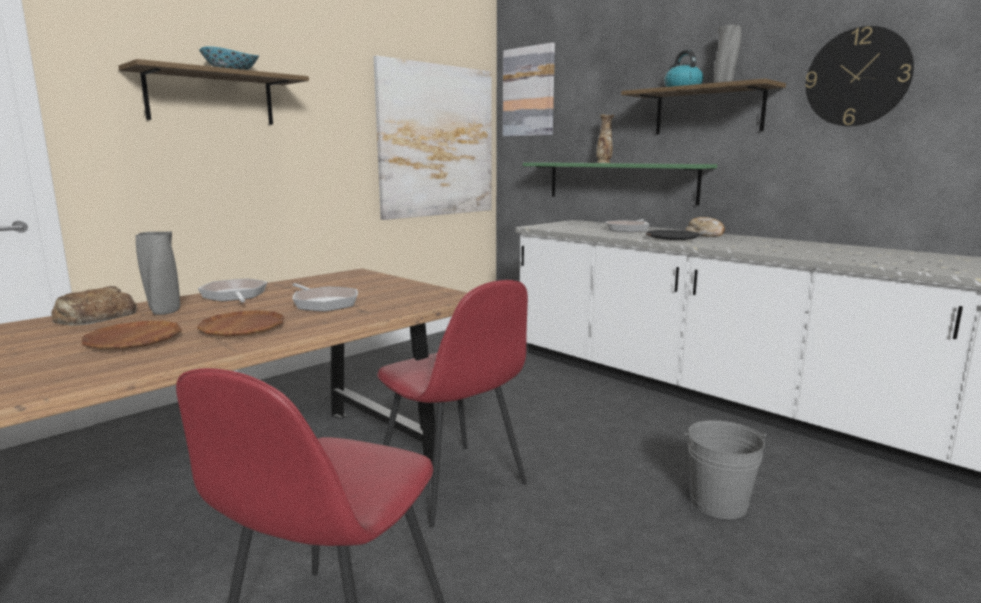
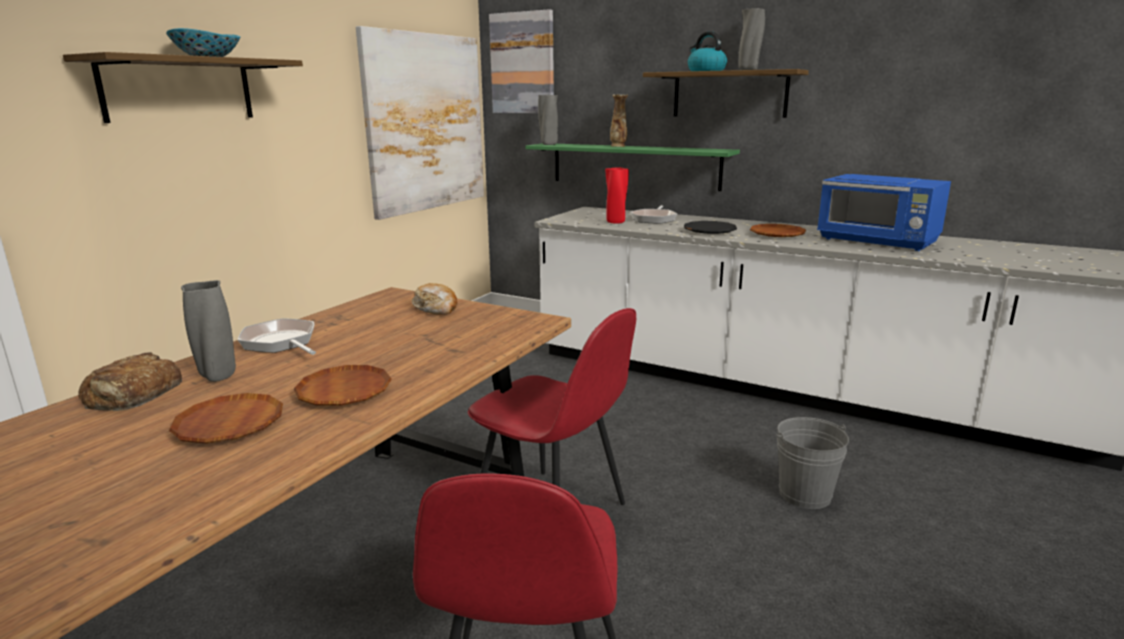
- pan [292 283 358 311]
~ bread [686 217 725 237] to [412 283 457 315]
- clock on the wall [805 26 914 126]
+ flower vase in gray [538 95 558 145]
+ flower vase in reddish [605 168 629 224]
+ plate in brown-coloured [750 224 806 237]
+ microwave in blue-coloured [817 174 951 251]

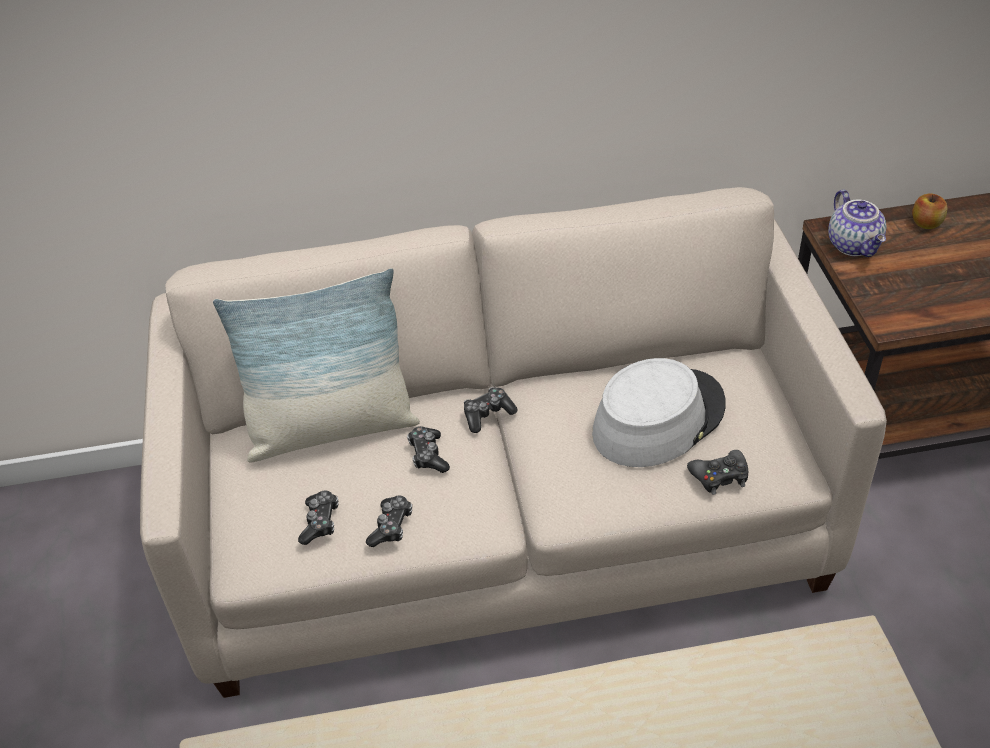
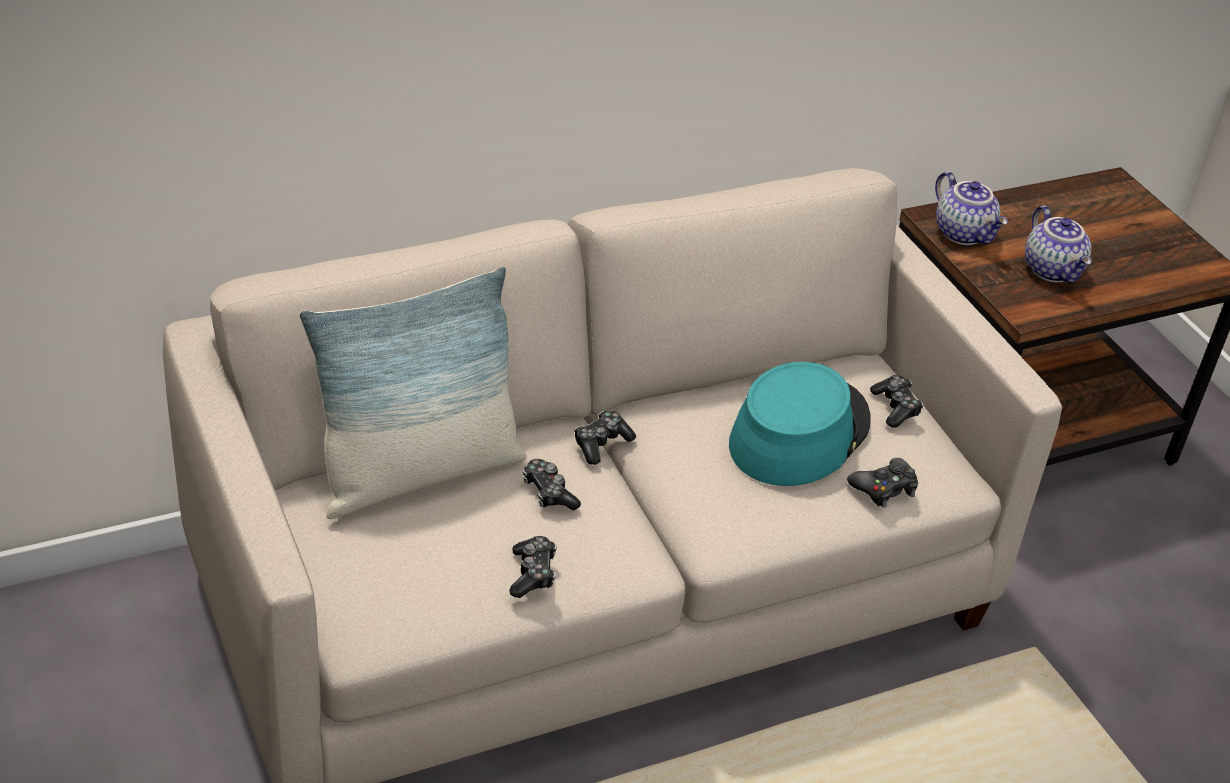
~ gamepad [298 490 339 545] to [870 375 923 428]
~ clothing hat in gray [592 358 726 467] to clothing hat in turquoise-coloured [729 362 870 486]
- whole apple [912 193 948 229]
+ teapot [1025 205 1092 284]

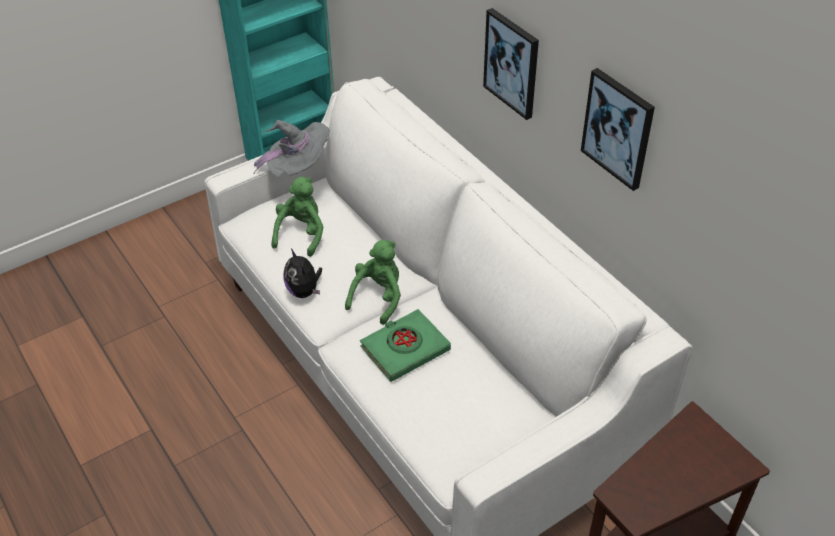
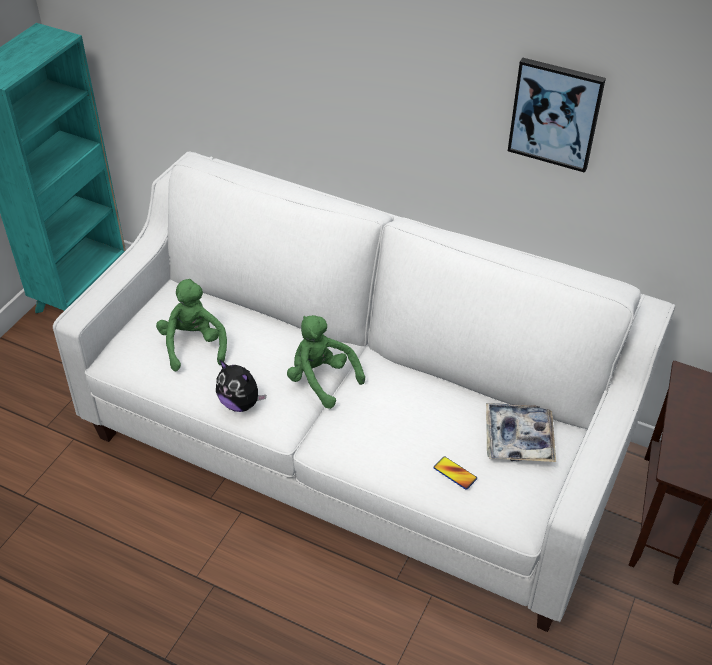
- clothing hat in gray [253 120 330 177]
~ plush toy in greenish [345 240 401 325] = [287 315 365 409] 45 degrees counterclockwise
- bound book in greenish [360 309 451 382]
- wall art [483 8 539 120]
+ telephone [434 457 477 490]
+ carrying tray [486 403 556 462]

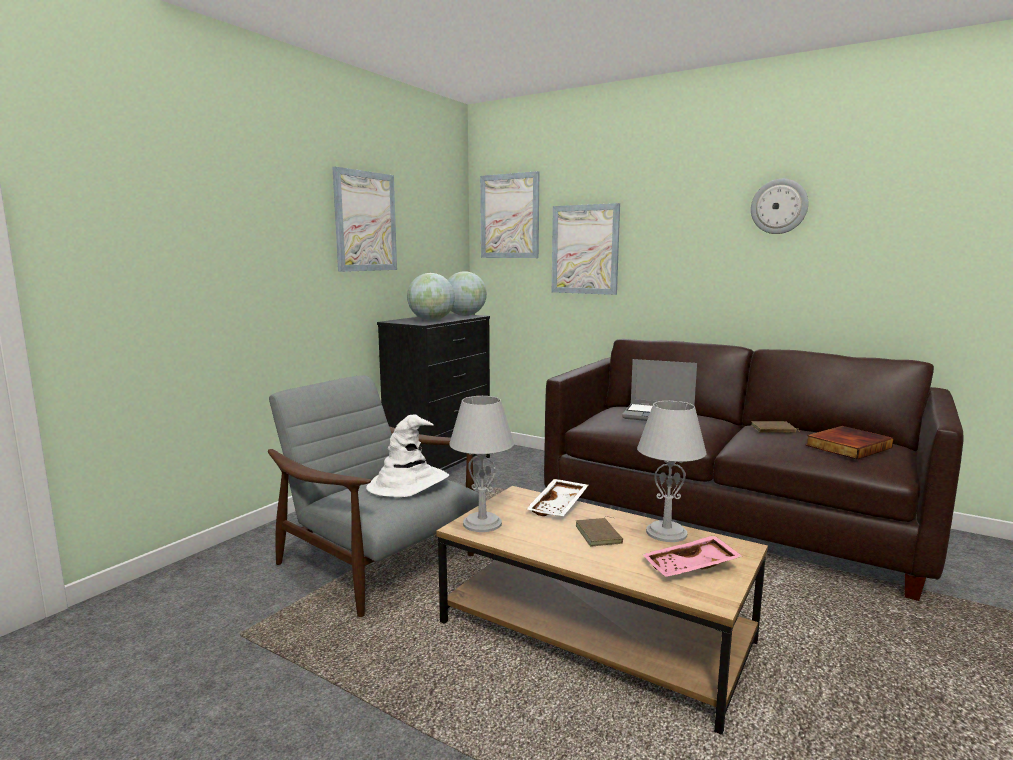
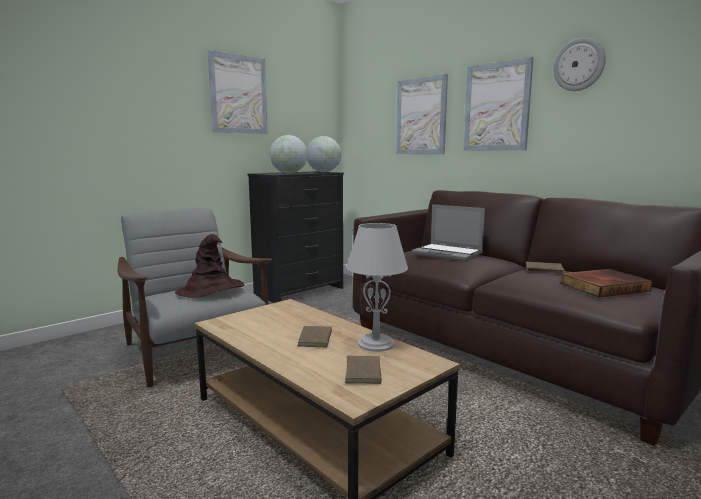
~ clothing hat in white [366 414 449 497] to clothing hat in brown-coloured [175 234 245 298]
- table lamp in gray [449 396 514 532]
~ wall art [480 171 539 258] to [463 57 534 151]
- carrying tray in white [526 479 588 516]
~ carrying tray in pink [642 535 742 577] to bound book in brown-coloured [345 355 390 384]

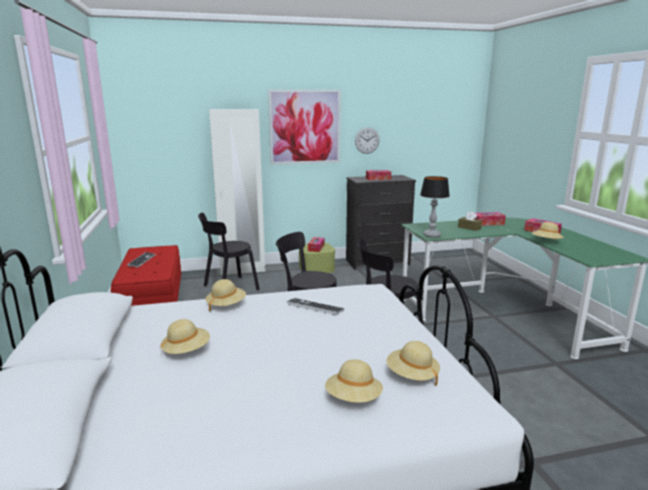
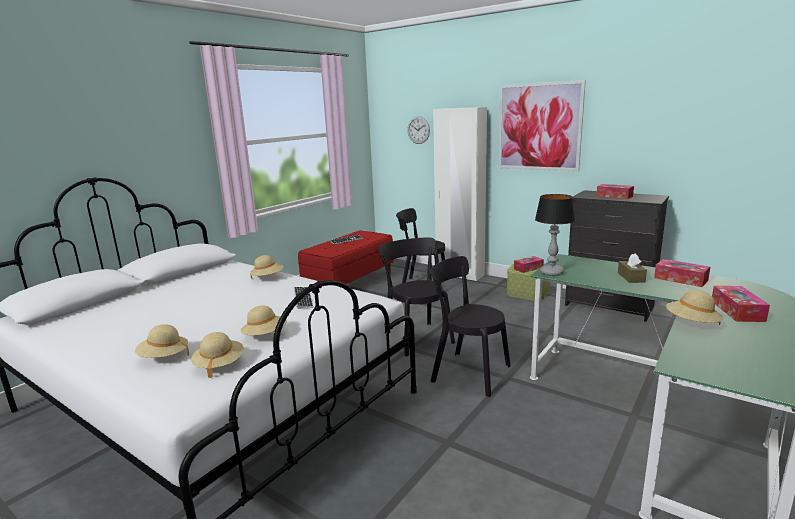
~ clothing hat in beige [160 319 210 354] to [241 306 287 335]
~ clock on the wall [355 127 380 154] to [407 116 430 144]

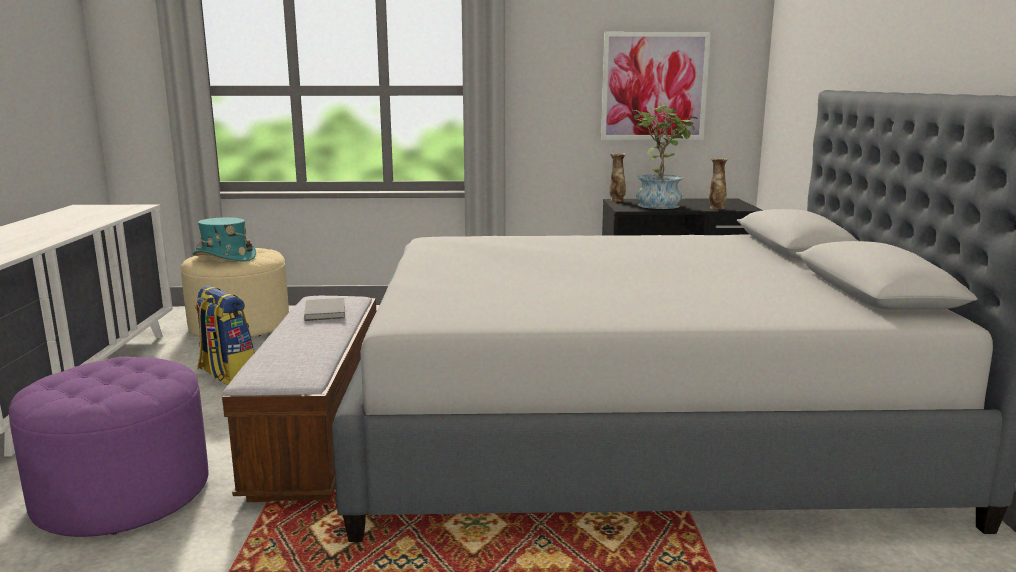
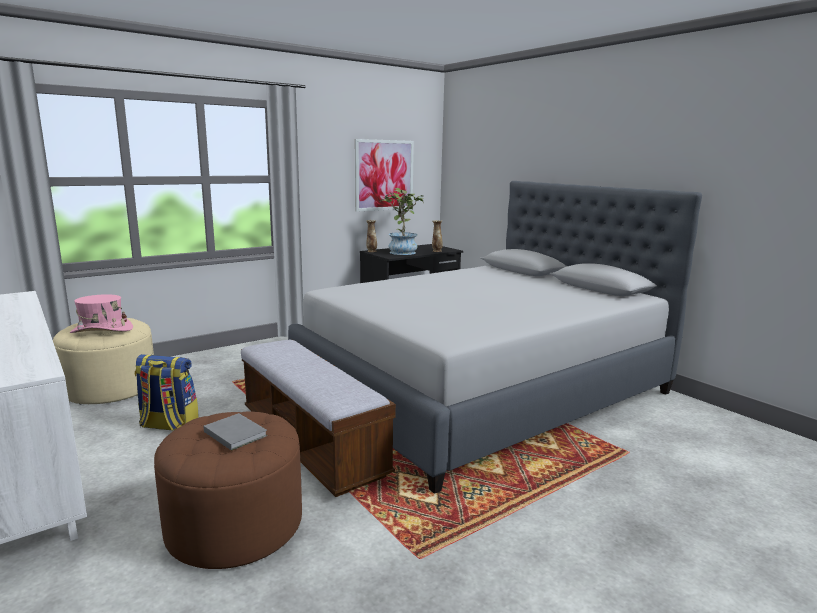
~ footrest in purple-coloured [9 357 209 537] to footrest in brown-coloured [154 412 302 569]
~ clothing hat in turquoise-coloured [193 217 256 262] to clothing hat in pink [70 294 133 333]
~ bound book in gray [304 298 345 321] to [204 413 267 451]

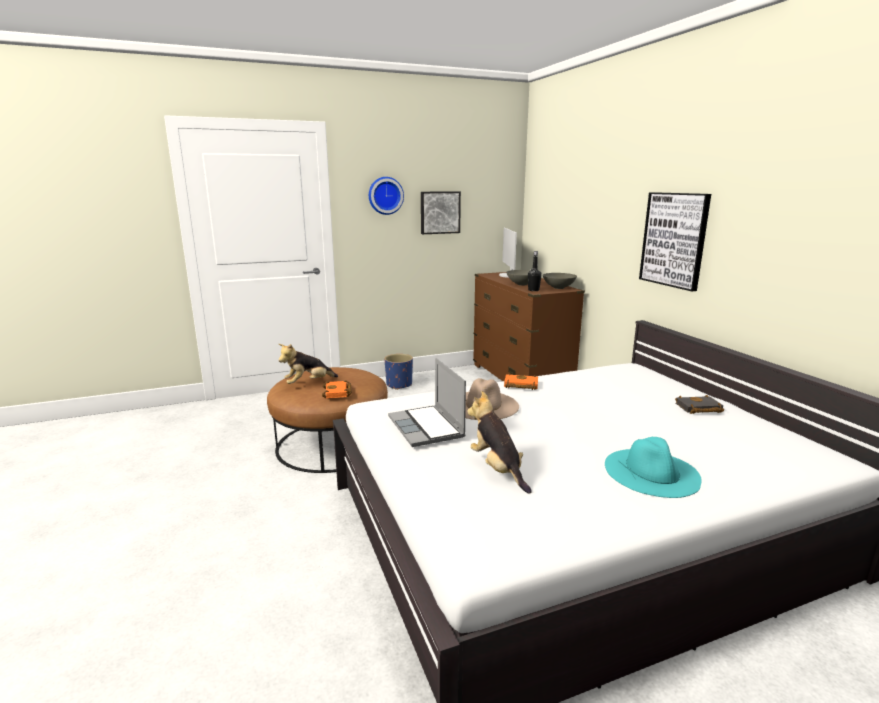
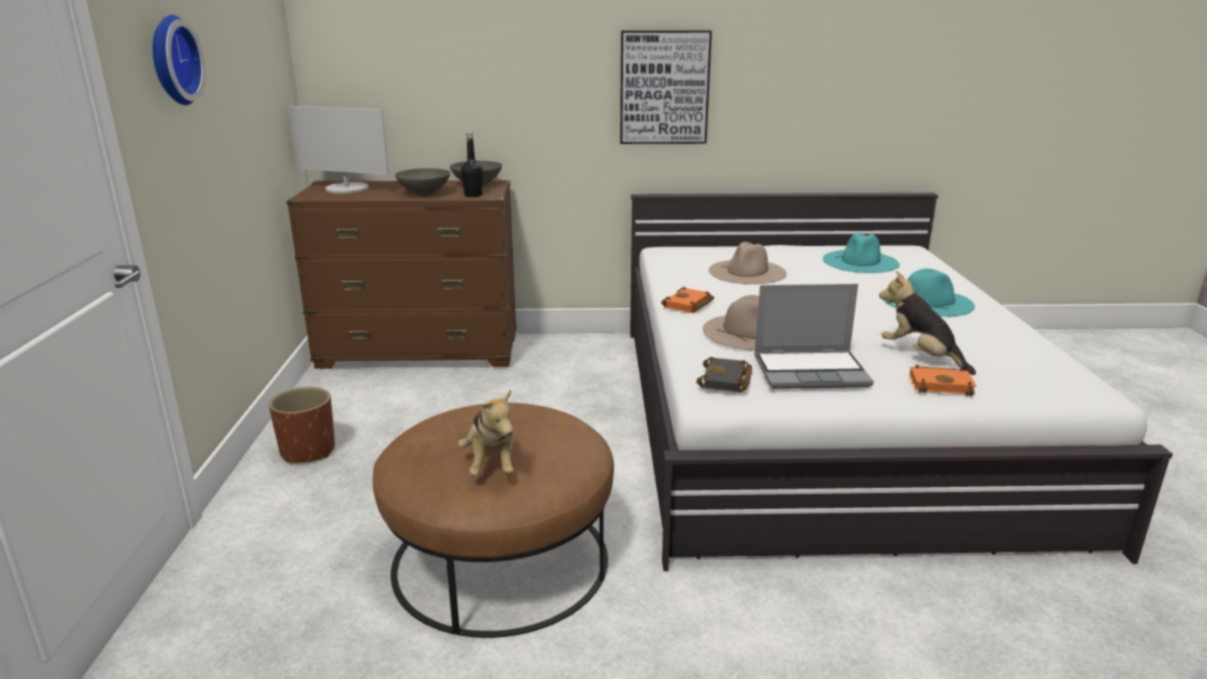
~ bound book in orange-coloured [322 380 352 398] to [910 364 977 396]
~ plant pot in blue-coloured [385 354 413 390] to plant pot in brown-coloured [269 387 335 464]
- wall art [421 191 461 234]
~ plush toy [467 391 532 494] = [879 271 976 375] 60 degrees clockwise
~ bound book in black [675 395 724 414] to [696 357 752 392]
+ clothing hat in beige [709 242 787 284]
+ clothing hat in turquoise-coloured [823 233 900 273]

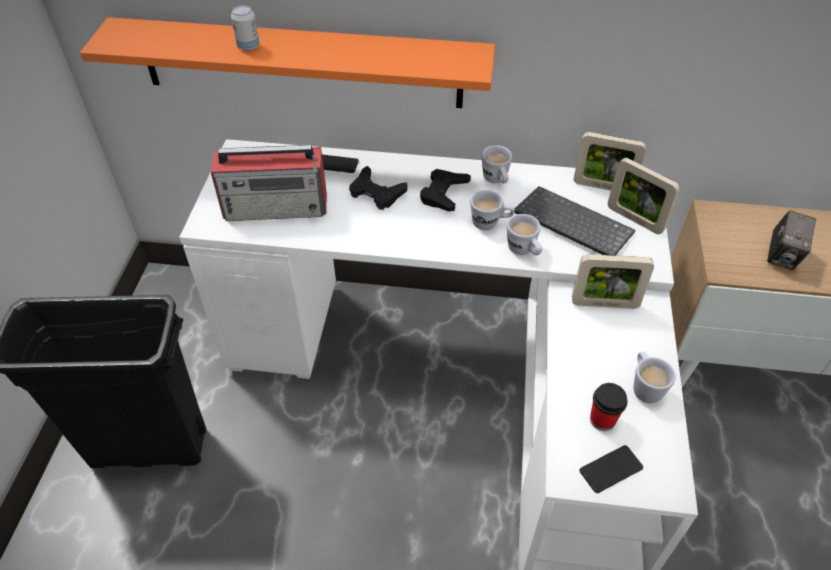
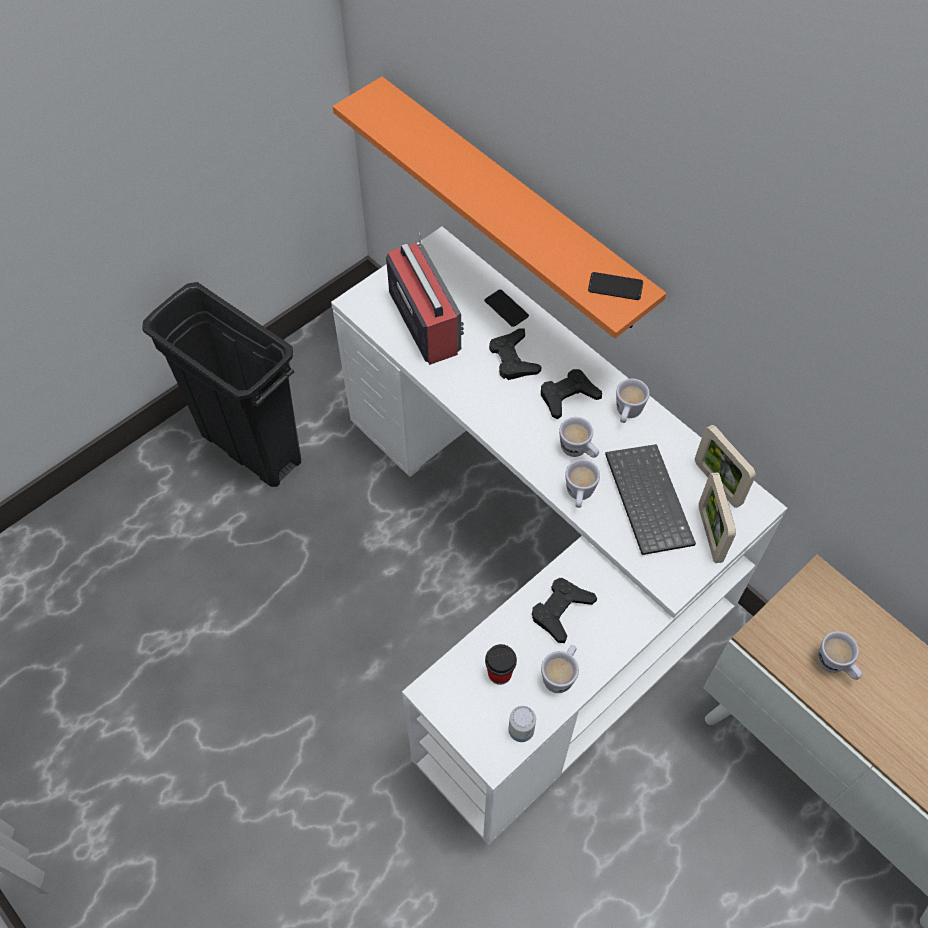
~ radio [211 145 327 221] = [386 233 464 365] 150 degrees counterclockwise
~ sealed can [231 5 259 51] to [508 706 536 742]
- standing frame [572 254 654 309]
~ telephone [580 445 643 493] to [588 272 643 300]
~ photo camera [767 210 816 270] to tea mug in white [818 631 862 680]
+ gamepad in black [532 578 597 643]

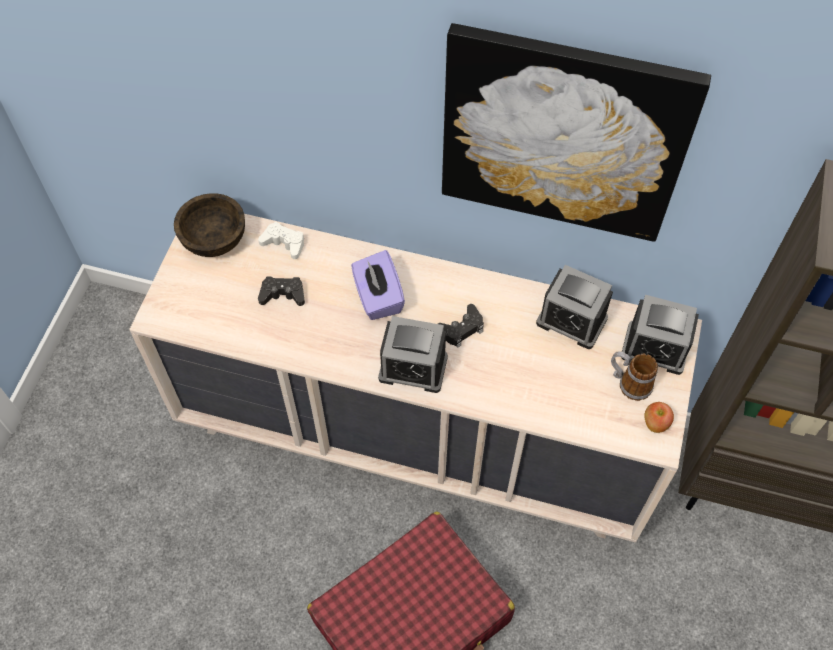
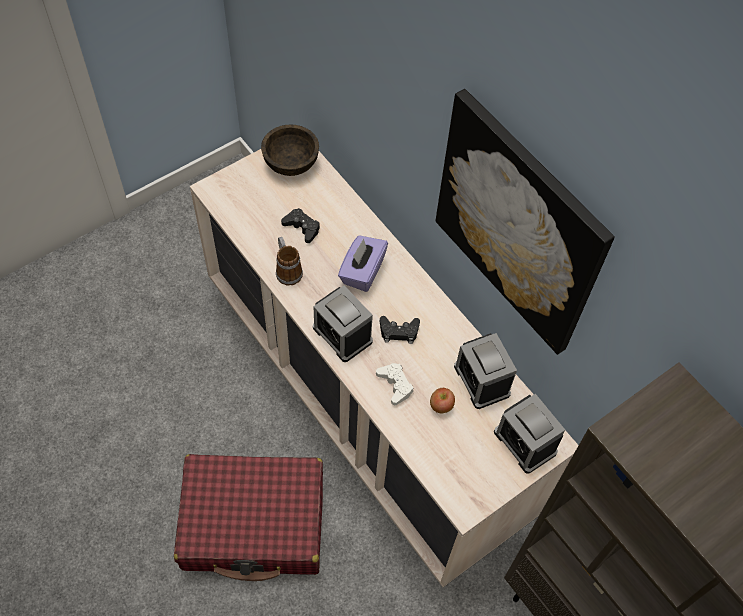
~ gamepad in white [258 222 304 259] to [376 363 413 405]
~ tea mug [611 351 658 401] to [276 237 303 286]
~ whole apple [644 402 674 433] to [430 388 455 413]

